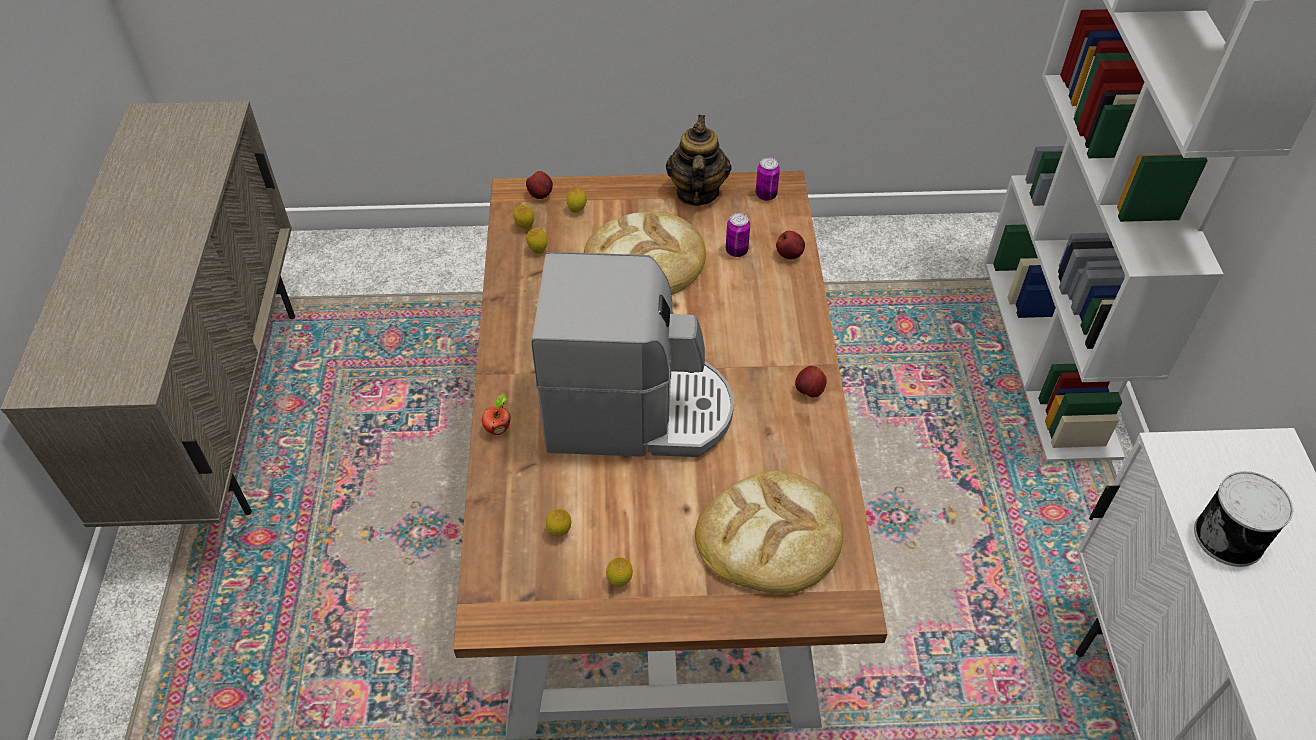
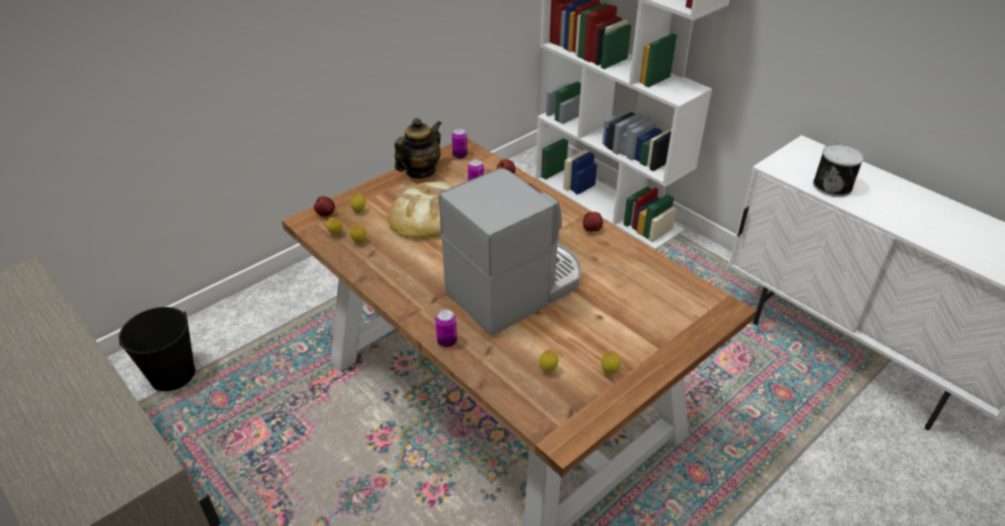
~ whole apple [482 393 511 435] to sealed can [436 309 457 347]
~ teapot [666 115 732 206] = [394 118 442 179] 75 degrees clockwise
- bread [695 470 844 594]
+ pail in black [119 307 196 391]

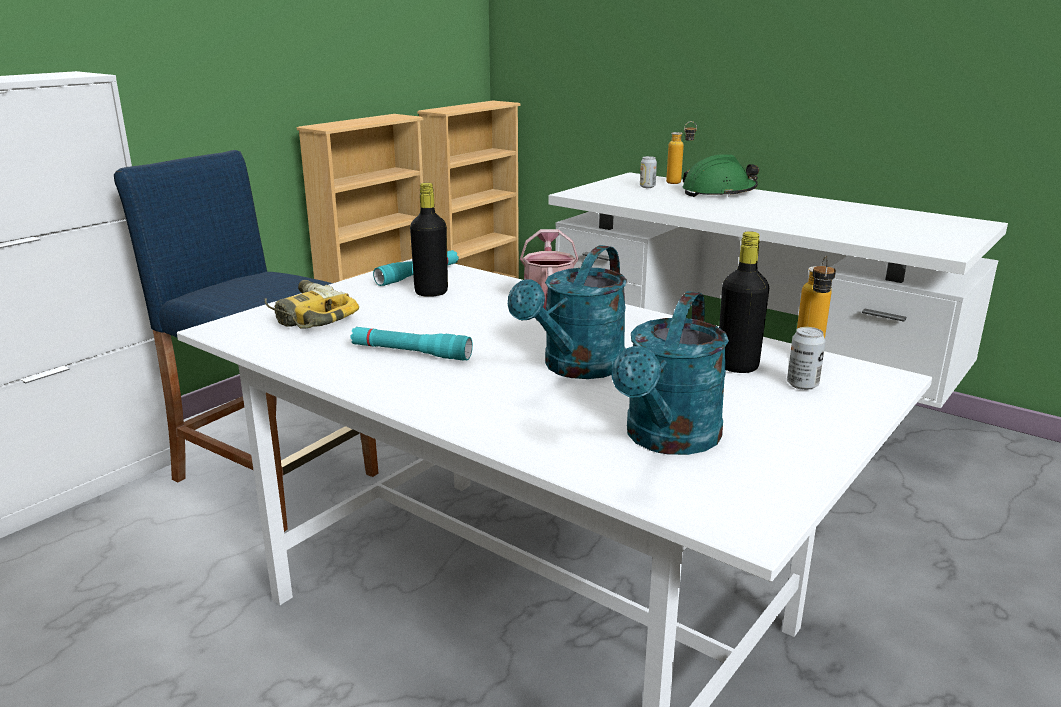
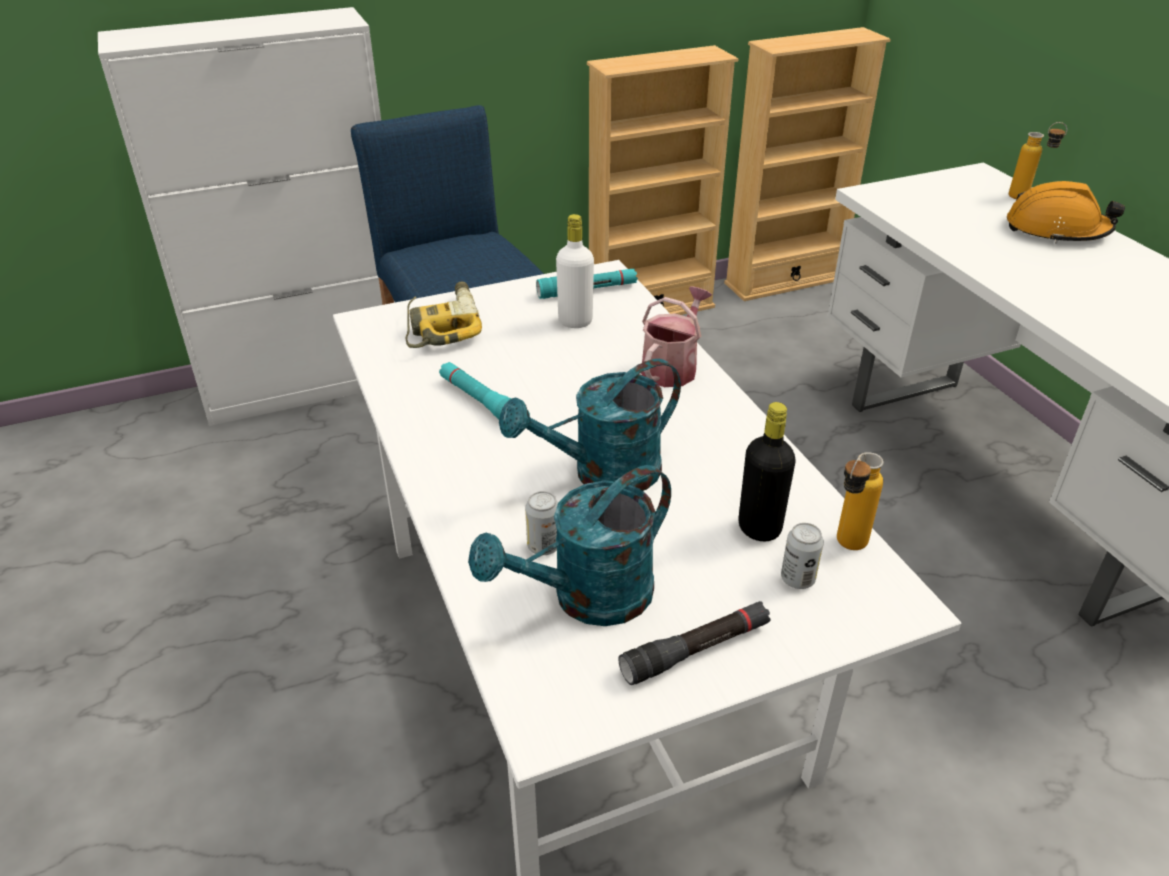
~ beverage bottle in black [410 183 448 297] to beverage bottle in white [556 214 594 328]
~ sealed can [640 156 657 188] to [525 491 558 555]
~ hard hat in greenish [683 154 759 197] to hard hat in orange-coloured [1007 181 1125 244]
+ flashlight in black [618 601 771 685]

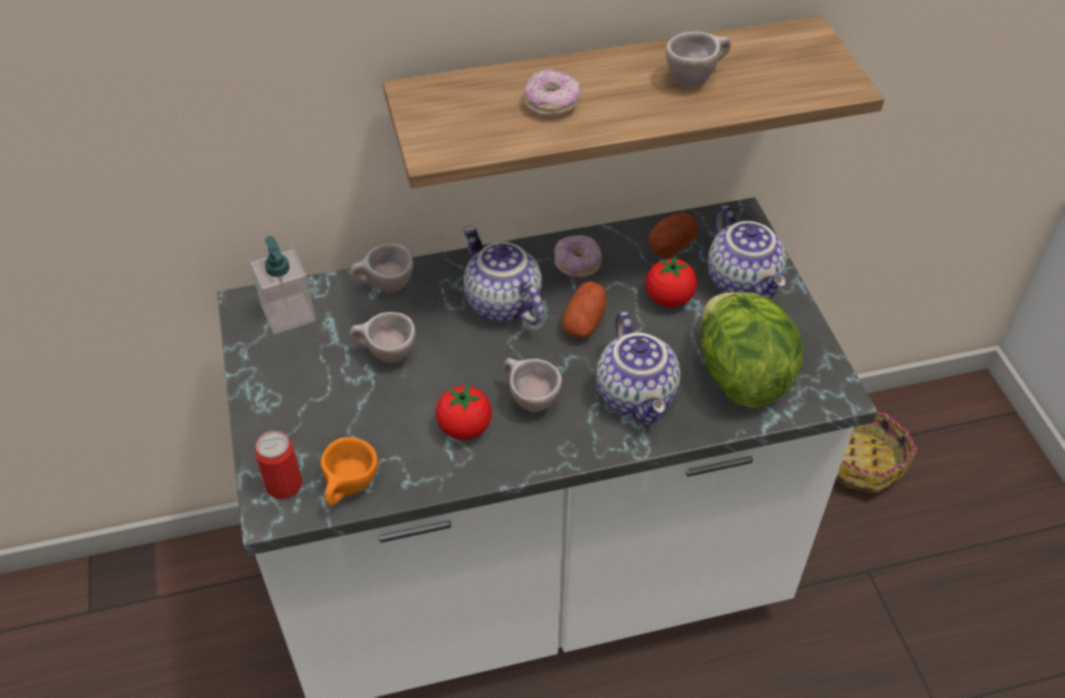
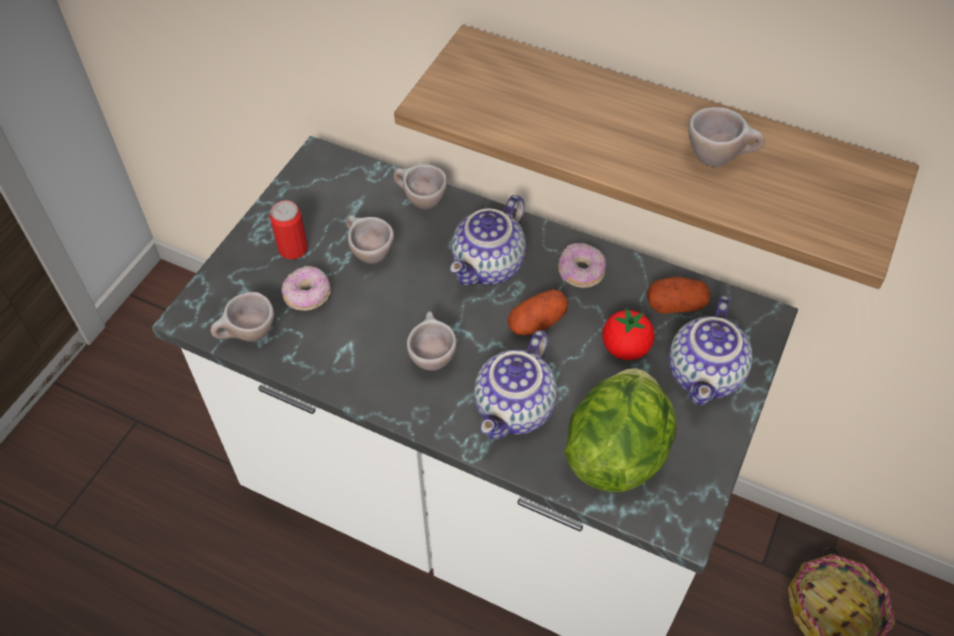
- soap bottle [249 236 316 334]
~ sealed can [255 431 302 499] to [270 200 308 259]
~ small cup in orange-coloured [320 437 378 506] to small cup in beige [210 292 274 342]
- tomato [436 383 492 440]
~ teapot [463 226 544 324] = [450 195 526 285] 150 degrees counterclockwise
~ ring doughnut [524 69 581 116] to [281 266 331 311]

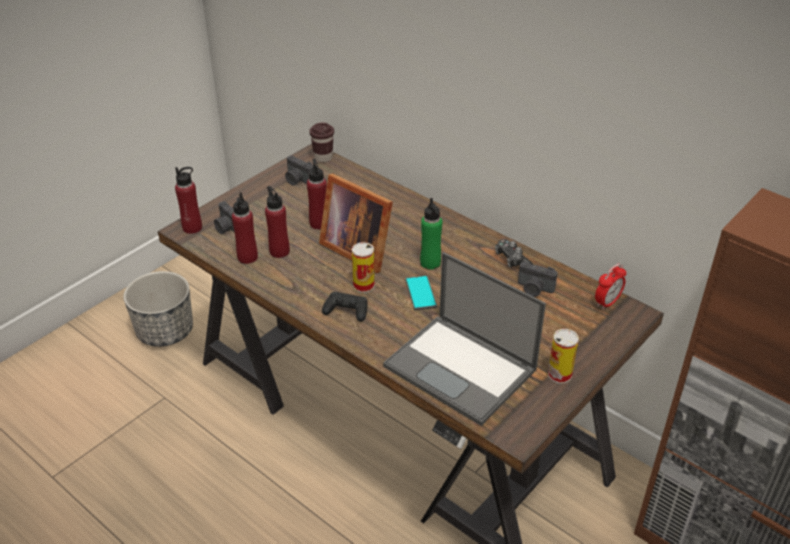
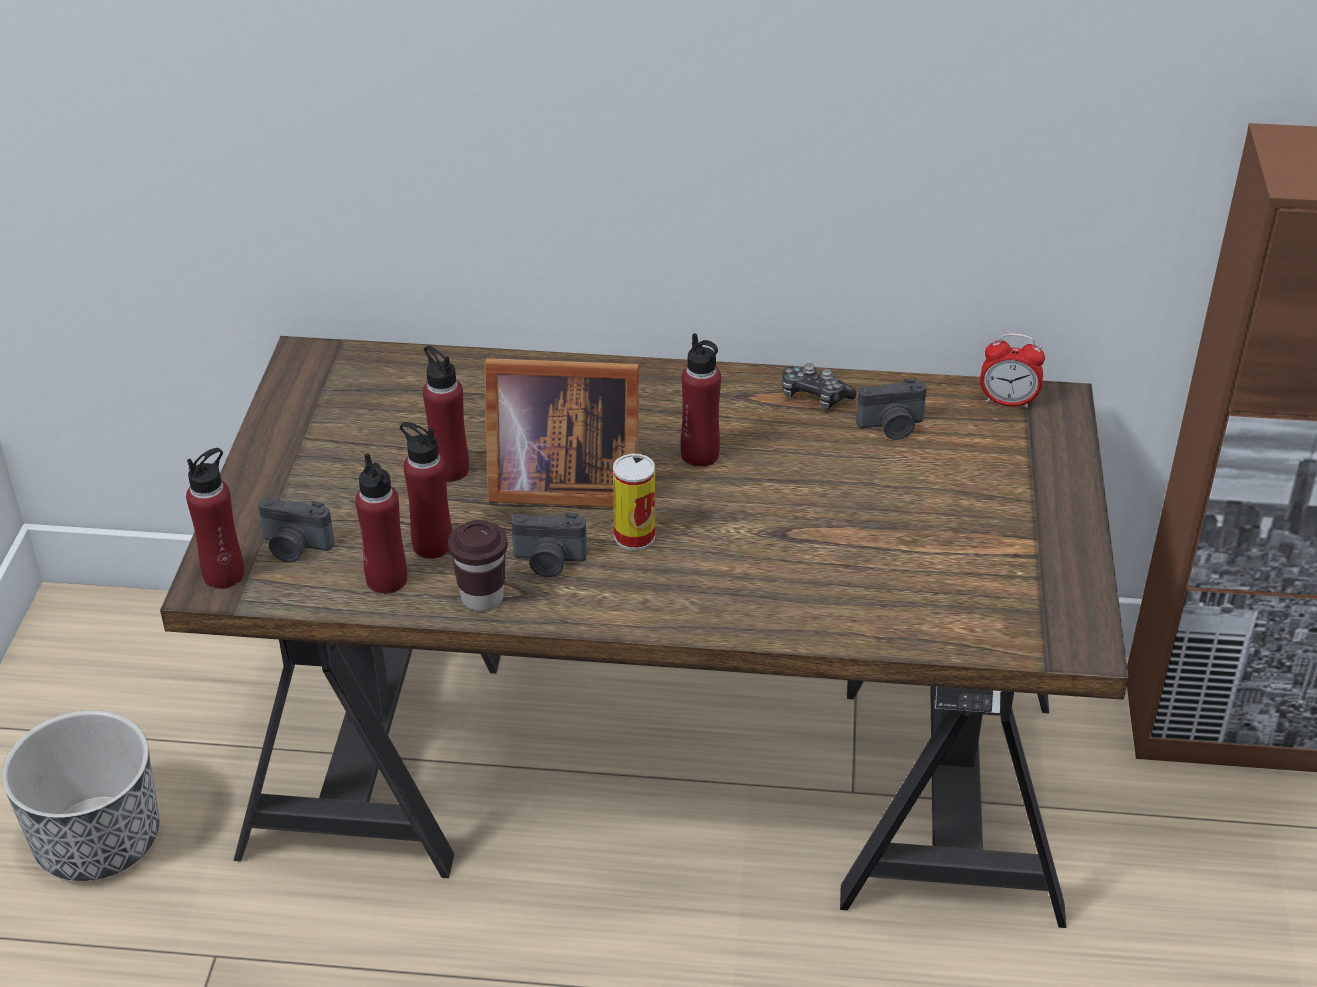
~ photo camera [285 155 313 186] to [512 512 587 577]
~ small cup in brown-coloured [309 122 334 163] to [448 520 508 611]
- gamepad in black [322 292 368 322]
- portable computer [383 252 546 426]
- telephone [406 276 437 311]
~ beverage bottle in greenish [420 198 442 270] to beverage bottle in reddish [681 333 721 467]
- sealed can [548 329 579 384]
~ alarm clock [595 263 626 310] = [980 333 1045 408] 90 degrees clockwise

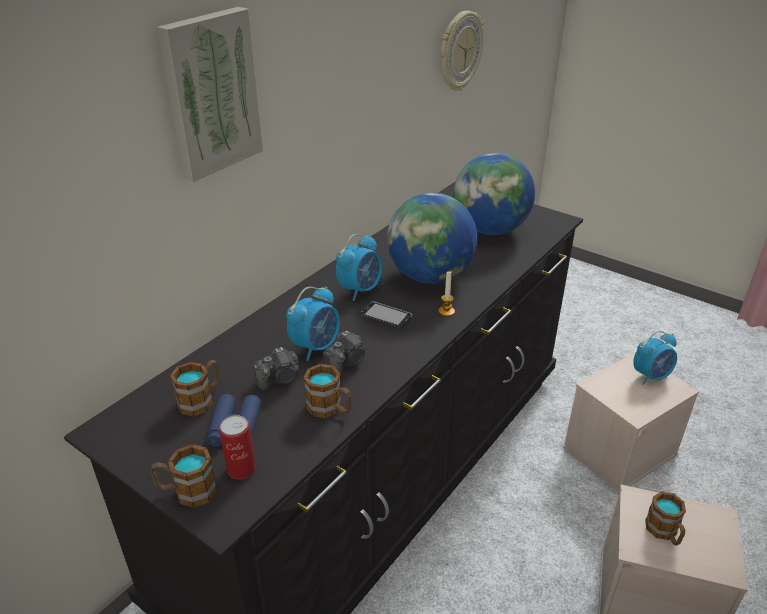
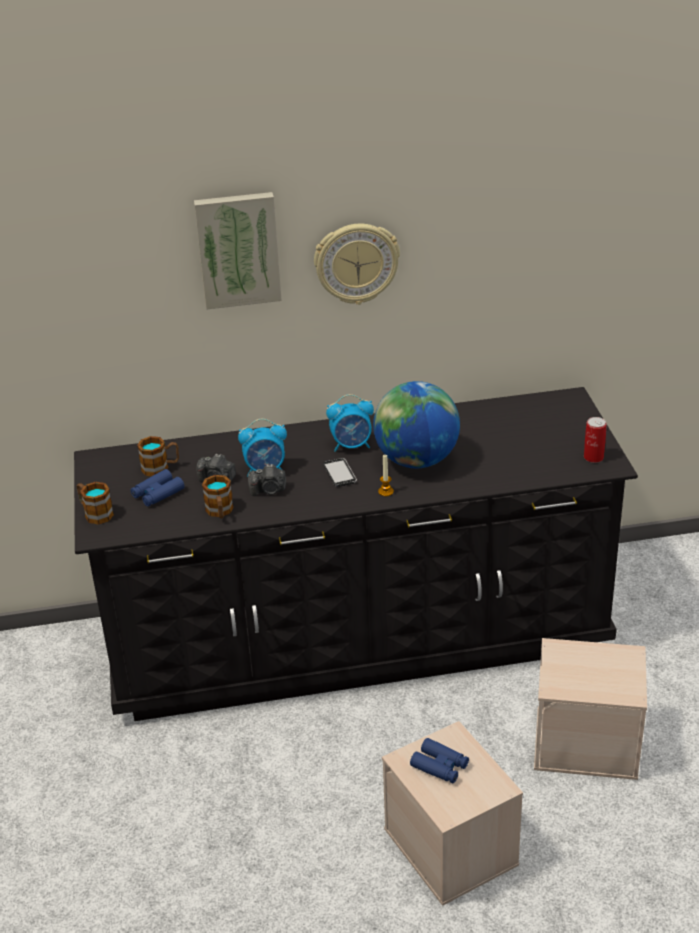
~ sealed can [219 415 256 479] to [584 417 607 463]
~ clock on the wall [440 11 484 91] to [314 223 400 305]
- desk globe [453 153 535 235]
- alarm clock [633 331 677 385]
~ tea mug [645 491 686 546] to binoculars in blue-coloured [410 738 469 783]

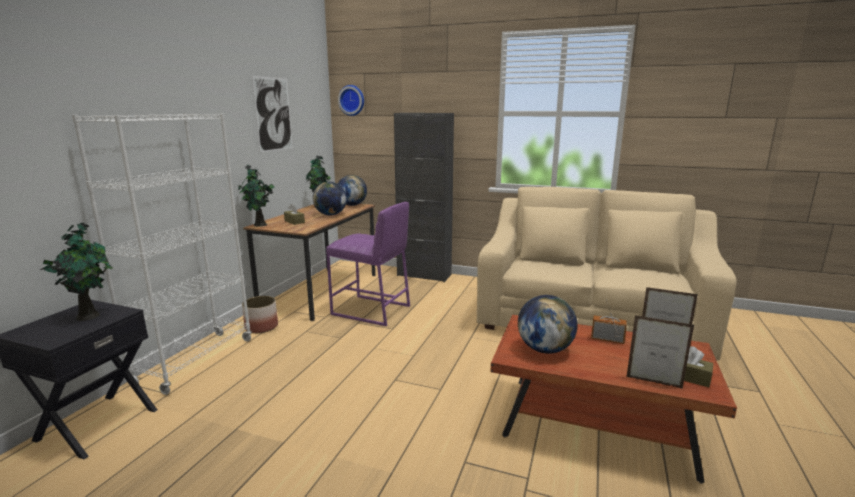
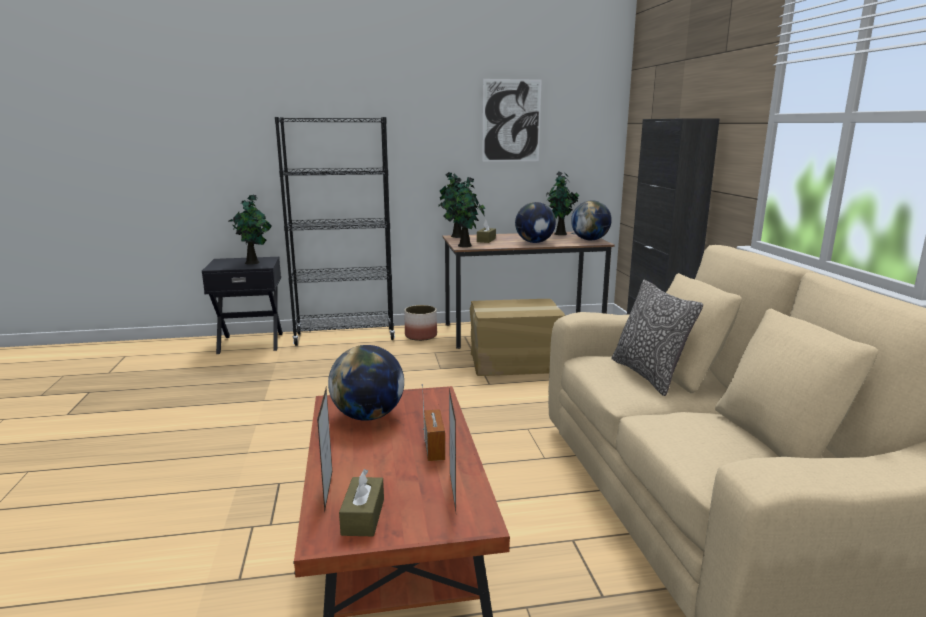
~ bookshelf in white [72 113 252 395] to bookshelf in black [275 117 395 346]
~ stool in purple-coloured [326 202 410 326] to cardboard box [470 299 565 376]
- clock on the wall [338 85 364 116]
+ plant in a pot [449 177 485 247]
+ pillow [611 280 703 396]

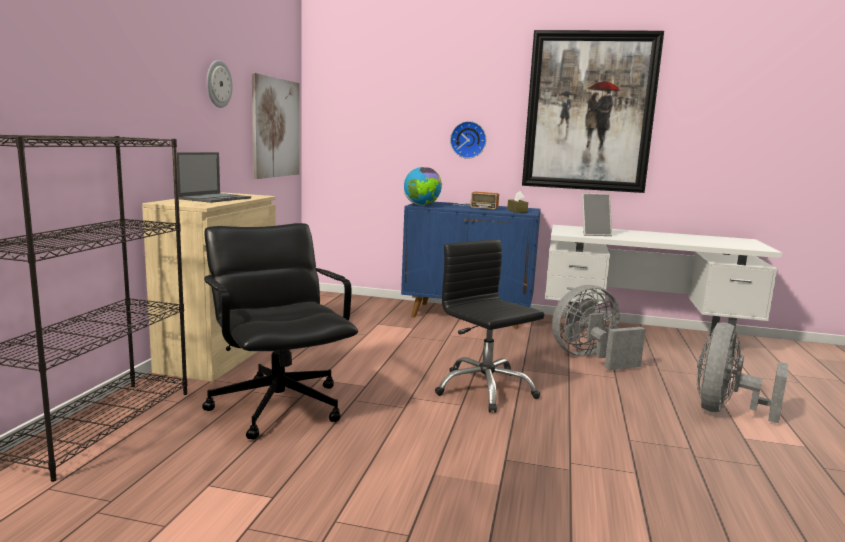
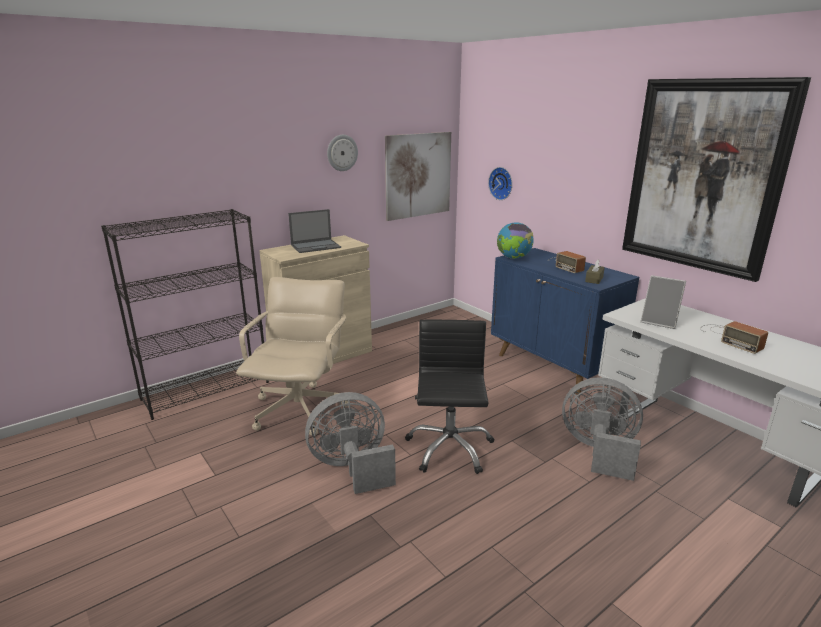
~ desk chair in black [202 223 358 440] to desk chair in beige [236 277 348 436]
~ clock on the wall [450 121 486 159] to [488 167 512 200]
~ electric fan in gray [697 323 788 423] to [305 392 396 494]
+ radio [700 321 768 354]

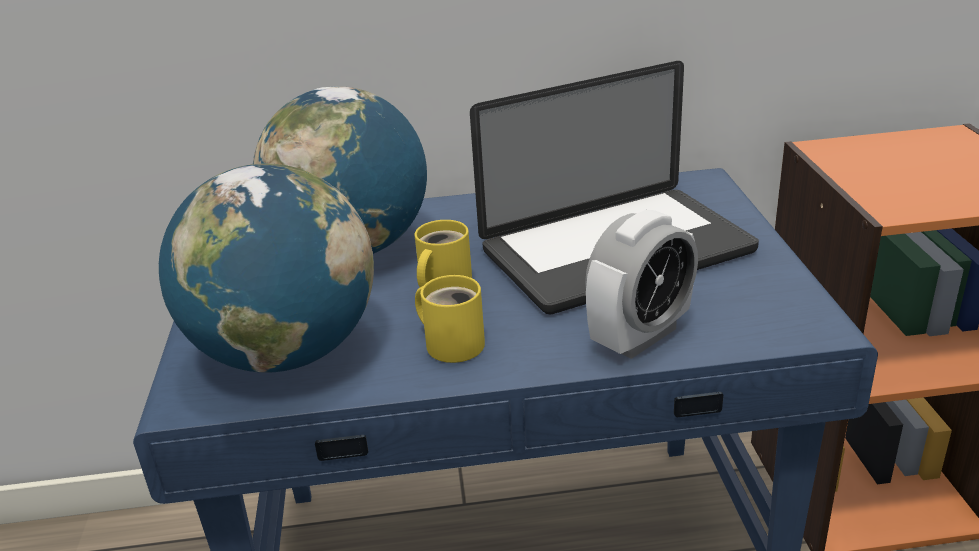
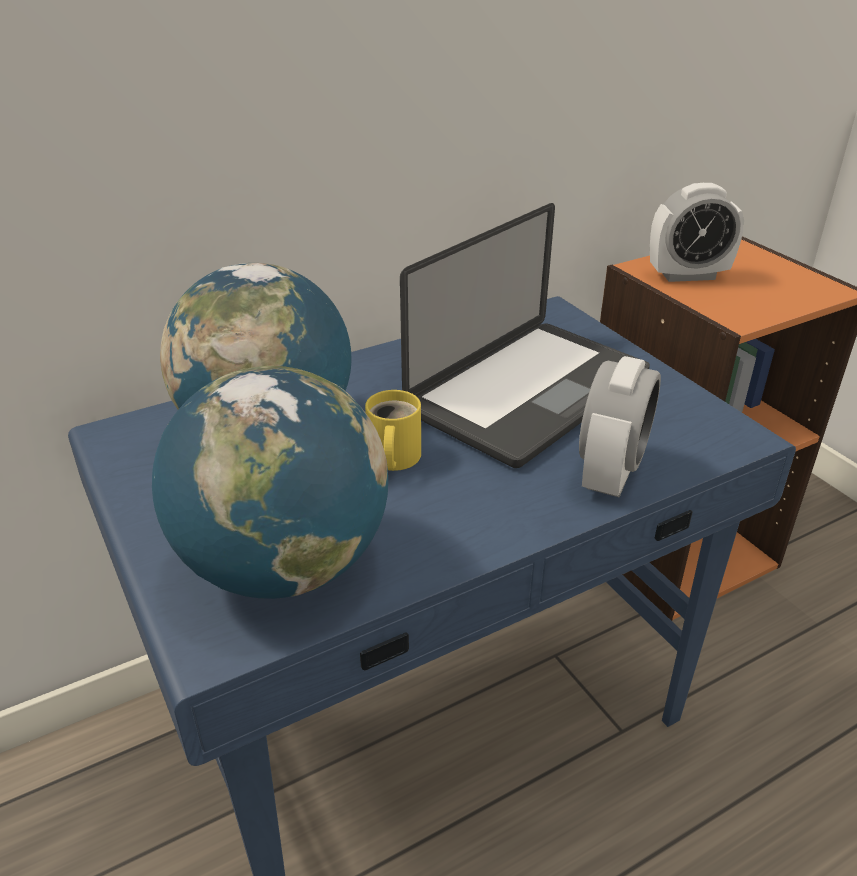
- tea mug in yellow [415 275 485 363]
+ alarm clock [650 183 744 282]

